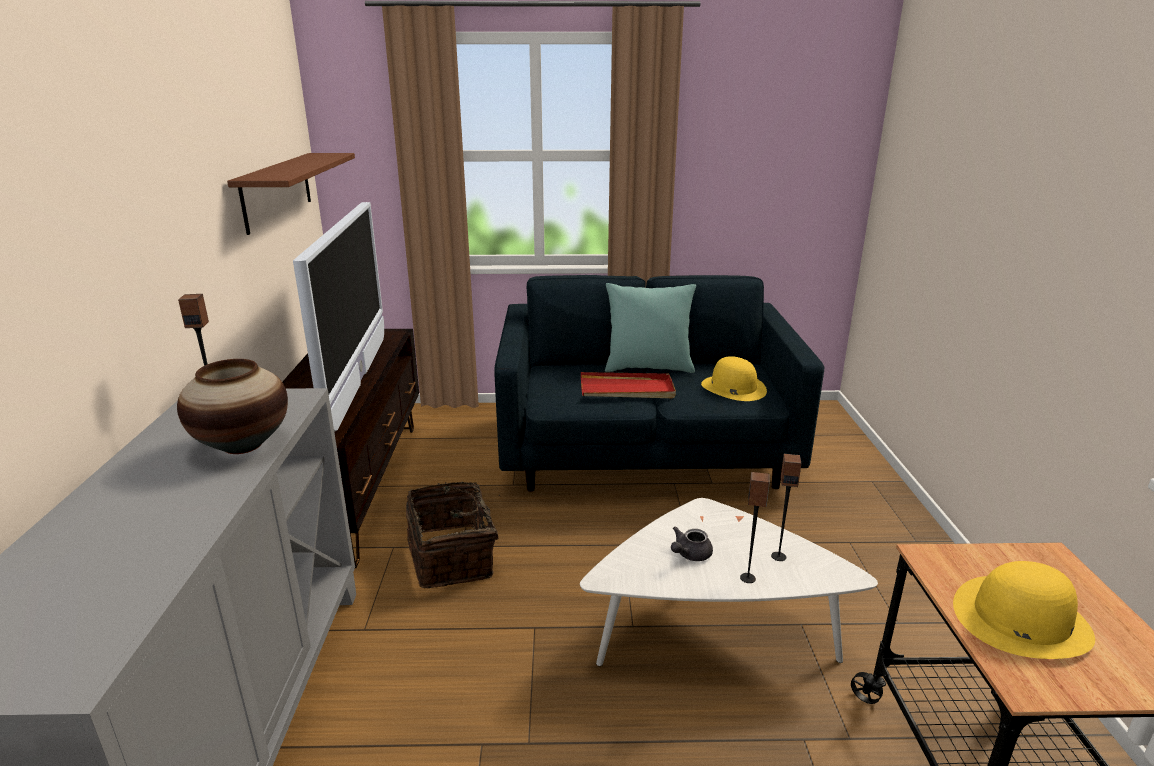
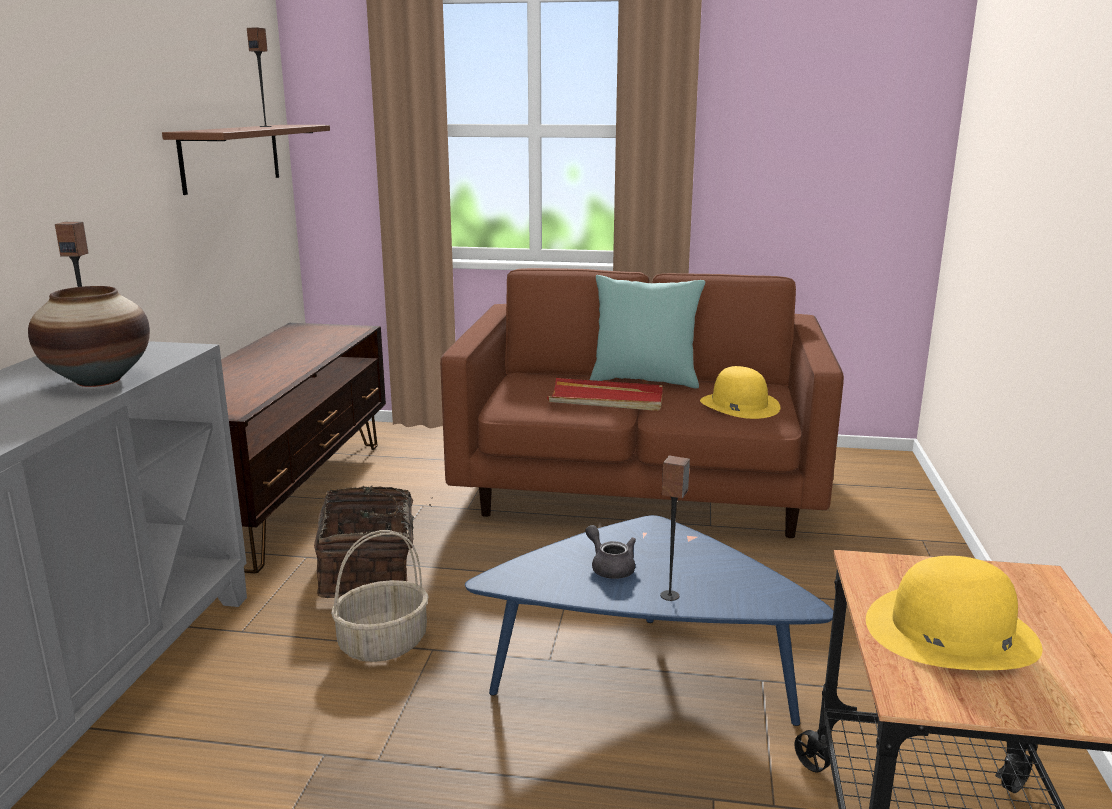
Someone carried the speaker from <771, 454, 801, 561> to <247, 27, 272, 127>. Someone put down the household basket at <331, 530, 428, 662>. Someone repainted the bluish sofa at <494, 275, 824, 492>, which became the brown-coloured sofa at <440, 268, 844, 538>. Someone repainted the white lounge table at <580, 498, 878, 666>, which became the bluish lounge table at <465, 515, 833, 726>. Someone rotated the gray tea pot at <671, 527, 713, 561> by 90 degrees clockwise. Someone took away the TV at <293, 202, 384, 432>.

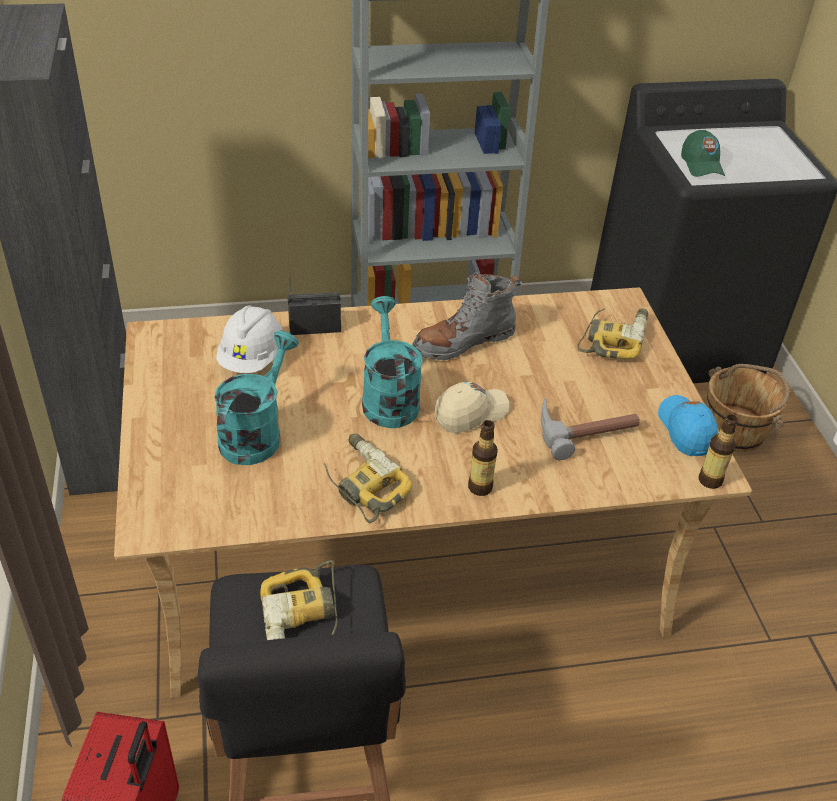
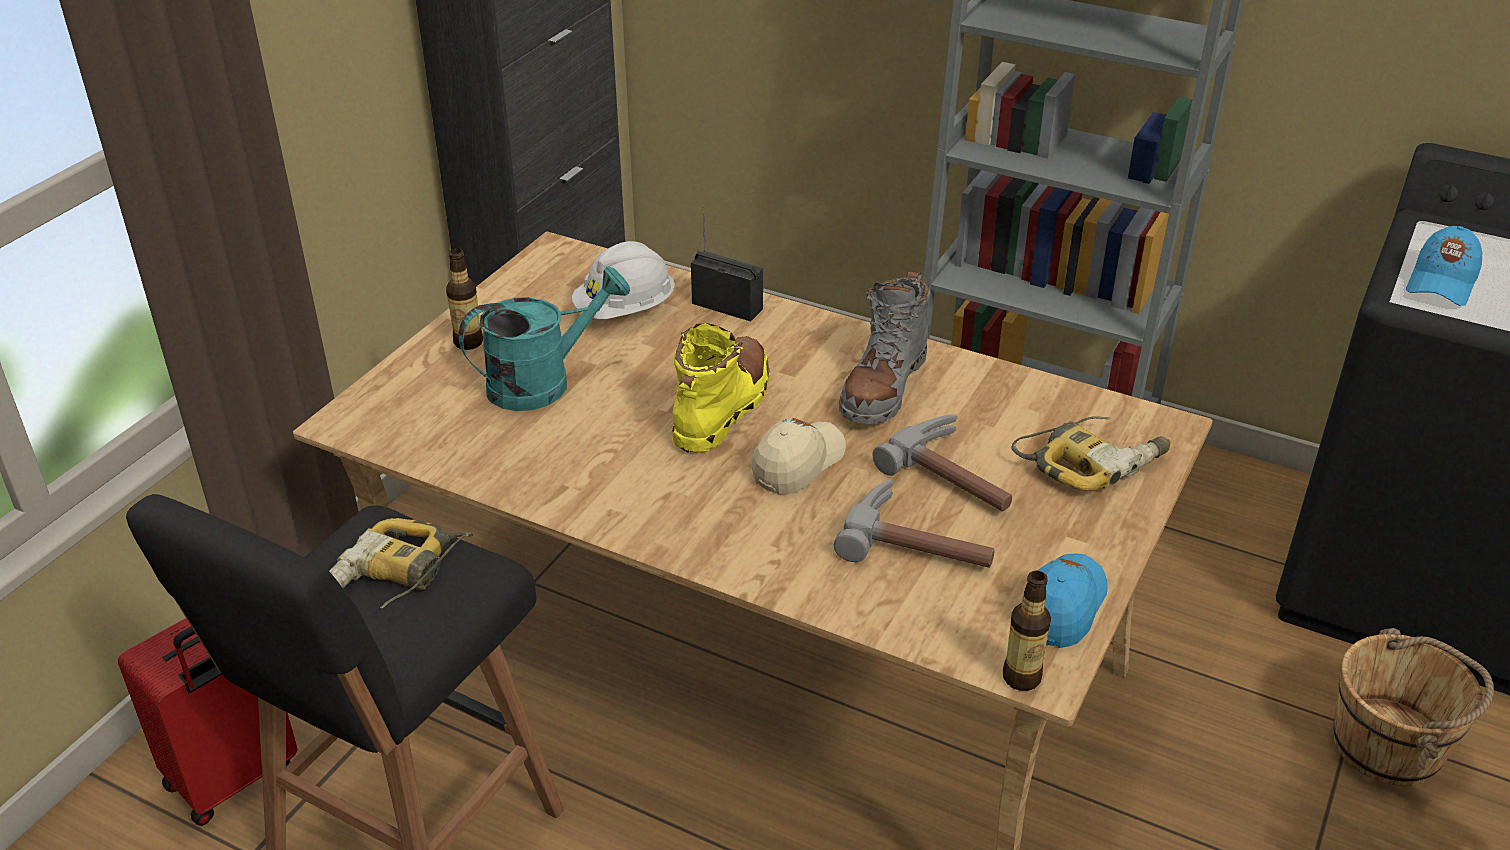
Someone carried the drink bottle from <468, 420, 498, 496> to <446, 248, 483, 350>. Someone swapped the blue-green sprinkling can at <362, 296, 423, 428> for the yellowish high-top boot at <672, 323, 770, 453>. Someone rotated the beige cap at <435, 382, 510, 433> by 60 degrees counterclockwise. Someone rotated the gray high-top boot at <412, 271, 523, 360> by 75 degrees counterclockwise. Someone put down the tool hammer at <872, 414, 1012, 512>. Someone repainted the greenish cap at <681, 130, 725, 177>, which became the bluish cap at <1406, 226, 1482, 306>. Someone took away the power drill at <324, 433, 413, 523>.

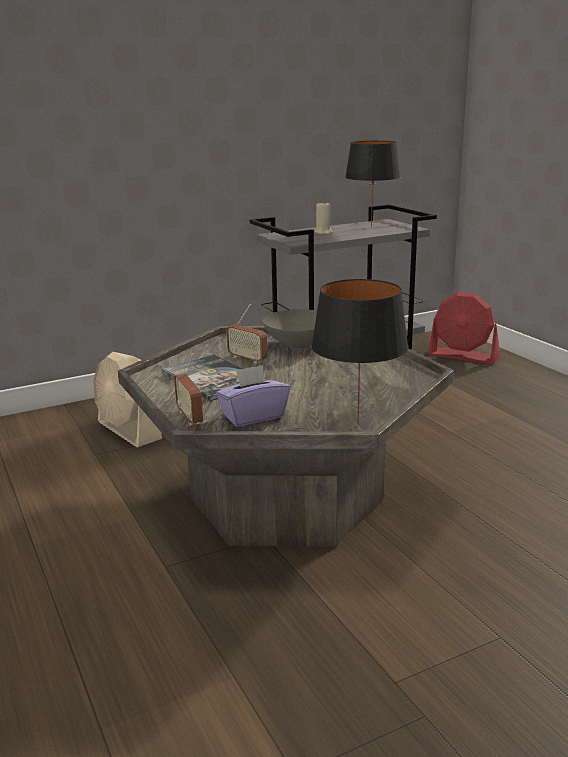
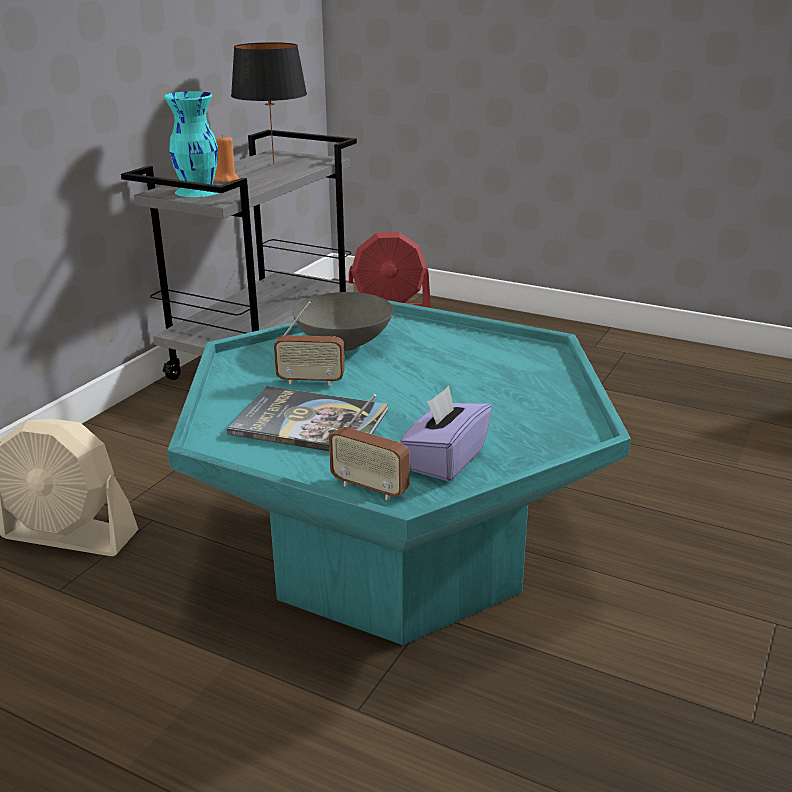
Someone put down the blue-green vase at <164, 91, 218, 197>. Someone repainted the gray lounge table at <118, 326, 454, 547>, which became the blue-green lounge table at <167, 301, 631, 645>. Someone repainted the beige wax light at <315, 201, 332, 234>, which became the orange-coloured wax light at <214, 134, 239, 183>. Someone took away the black-coloured lamp for a table at <311, 279, 408, 426>.

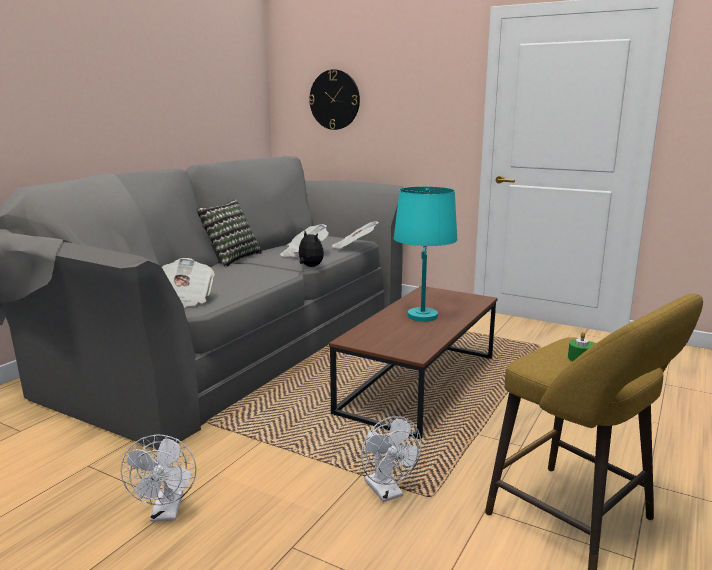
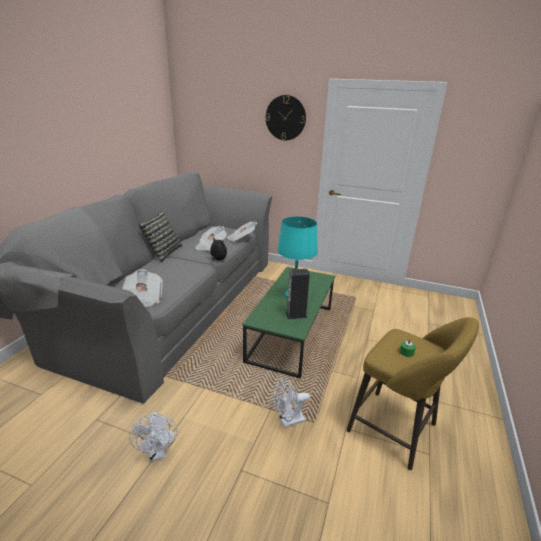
Someone repainted the brown-coloured lounge table at <329, 286, 498, 439>, which became the greenish lounge table at <243, 267, 335, 378>. Someone carried the hanging clock from <309, 69, 360, 130> to <265, 95, 306, 140>. Someone rotated the white electric fan at <361, 416, 422, 502> by 105 degrees clockwise. Someone put down the speaker at <286, 269, 310, 320>.

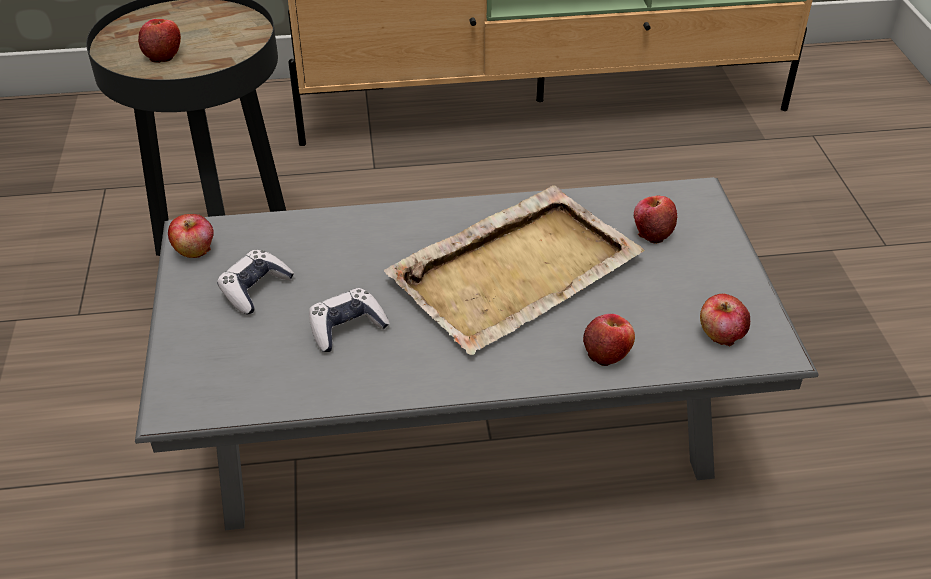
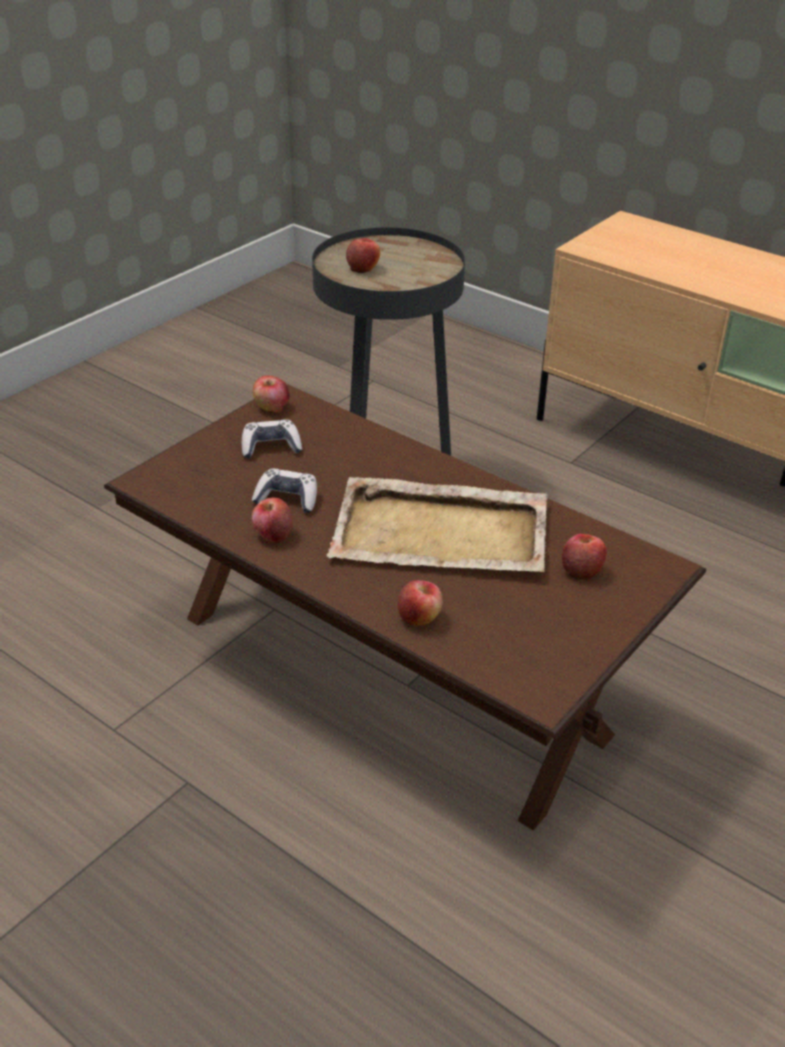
Someone repainted the gray lounge table at <135, 177, 819, 530>, which became the brown-coloured lounge table at <104, 384, 706, 831>. Someone carried the whole apple from <700, 293, 750, 346> to <252, 498, 293, 543>.

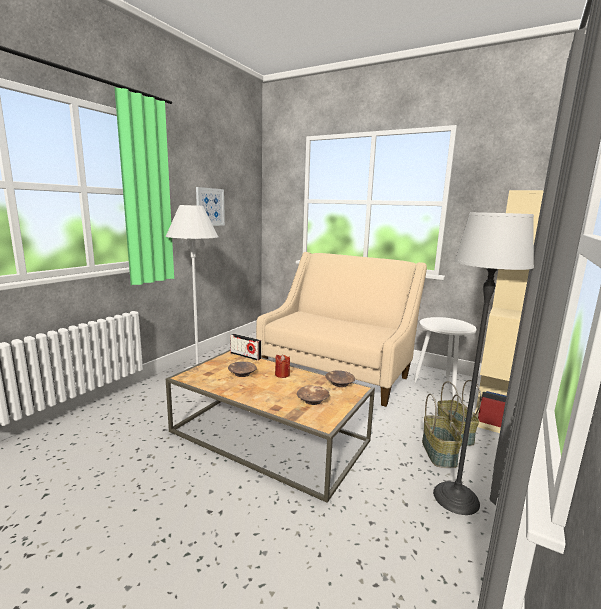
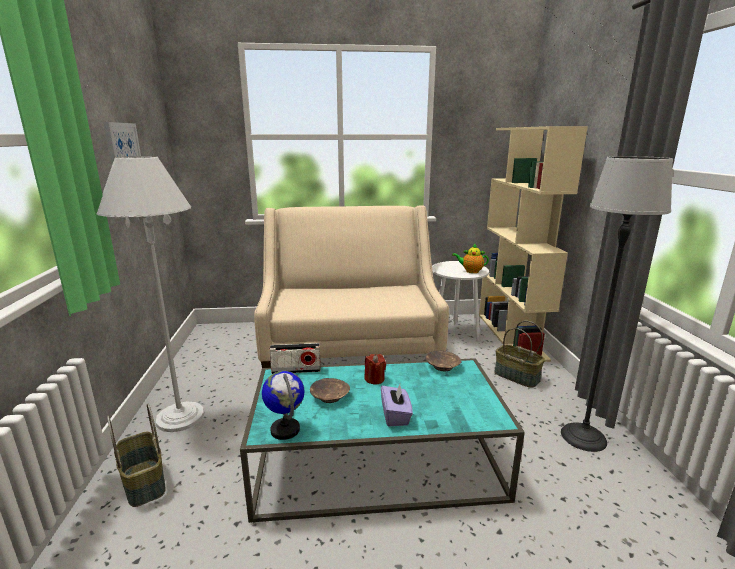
Someone carried the household basket from <422, 394, 465, 468> to <107, 404, 166, 507>. Someone repainted the brown-coloured lounge table at <166, 350, 375, 503>, which became the blue-green lounge table at <240, 358, 525, 523>. Someone put down the desk globe at <262, 371, 304, 440>. Someone put down the purple tissue box at <381, 384, 413, 426>. Someone put down the tea pot at <452, 243, 489, 273>. Someone took away the brown-coloured serving bowl at <297, 386, 330, 405>.

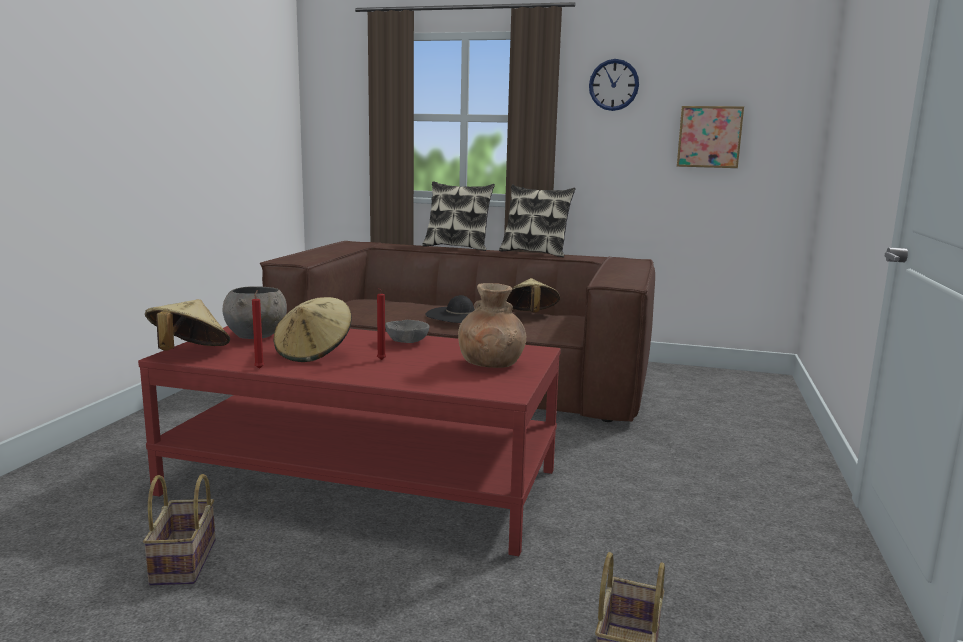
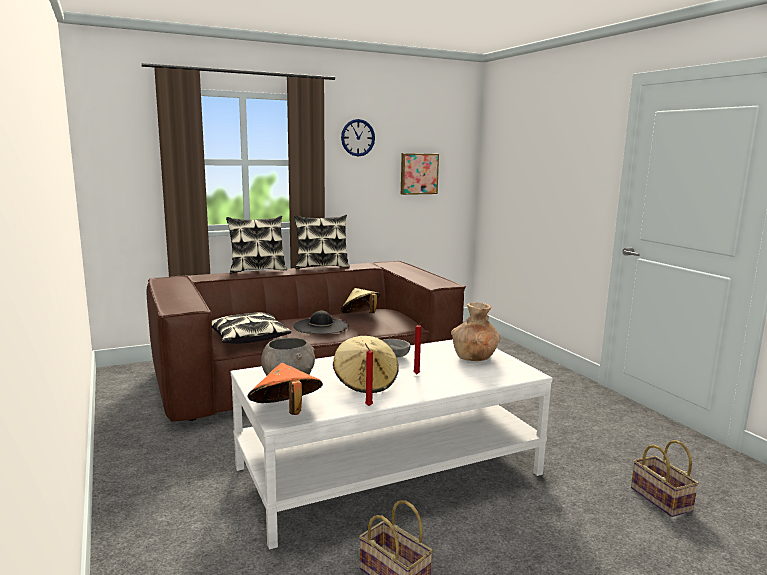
Someone put down the cushion at <212, 312, 291, 344>. Someone repainted the reddish lounge table at <138, 326, 561, 556>, which became the white lounge table at <231, 339, 552, 550>. Someone repainted the beige wearable hat at <145, 299, 230, 351>, which became the orange-coloured wearable hat at <248, 363, 323, 415>.

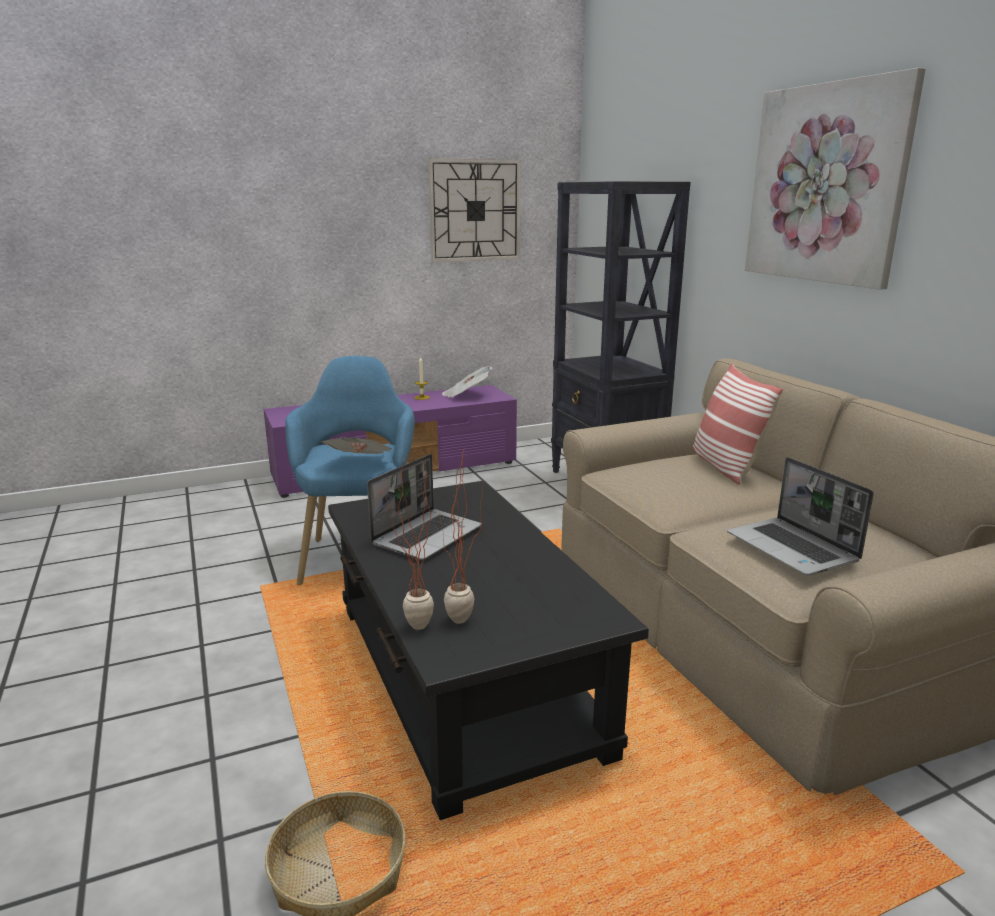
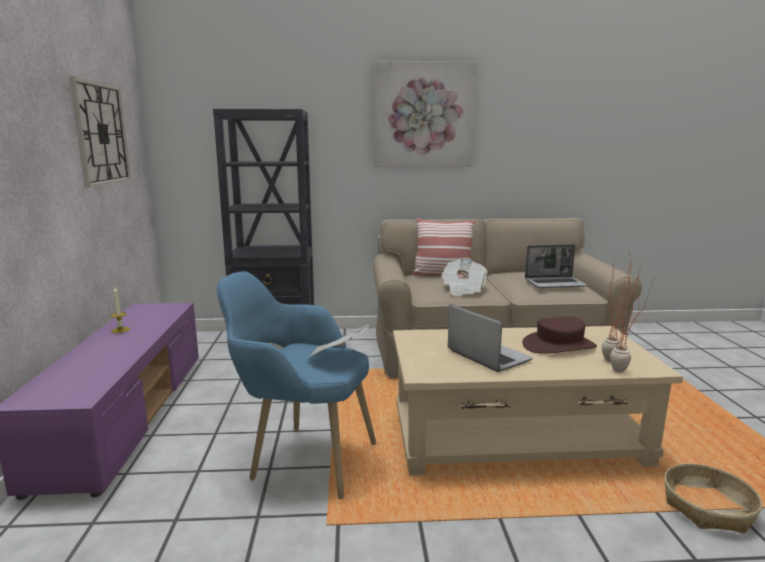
Someone repainted the black-coloured lounge table at <328, 481, 649, 820>, which became the beige lounge table at <393, 326, 683, 475>. Someone carried the printed paper from <442, 366, 493, 398> to <441, 258, 488, 296>. Someone put down the brown-coloured wearable hat at <522, 316, 597, 354>.

